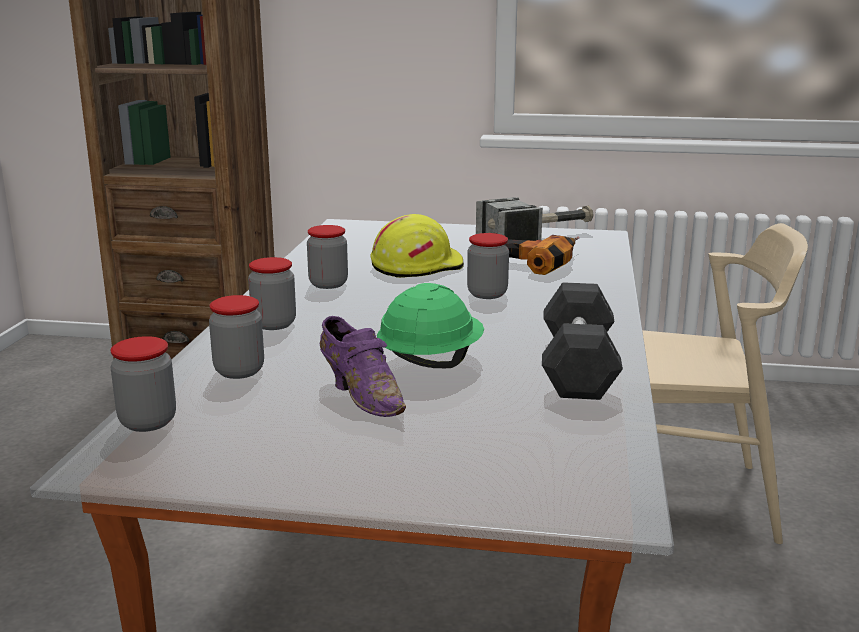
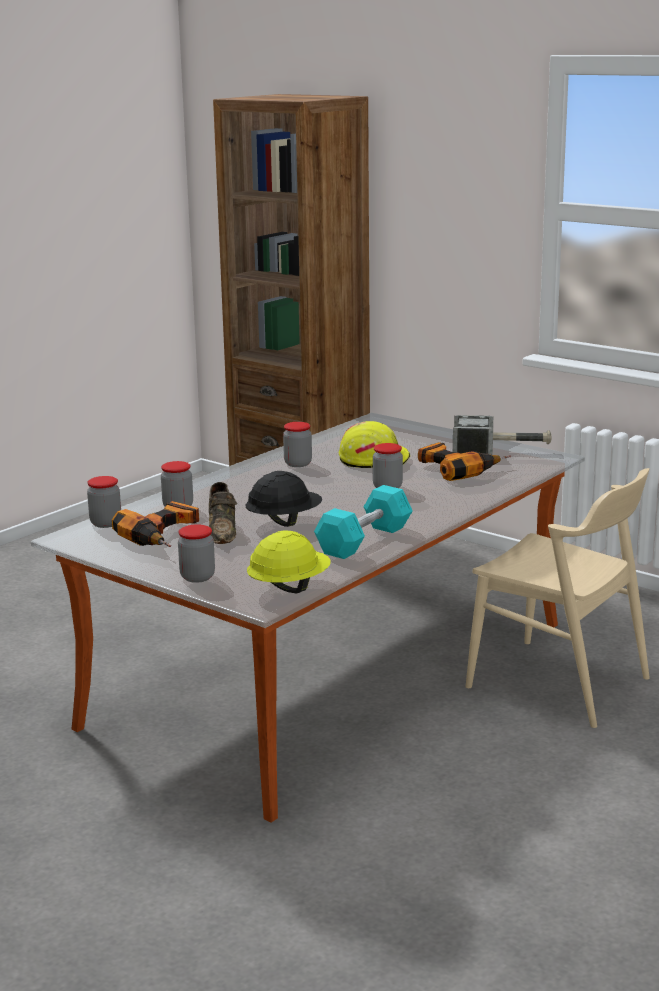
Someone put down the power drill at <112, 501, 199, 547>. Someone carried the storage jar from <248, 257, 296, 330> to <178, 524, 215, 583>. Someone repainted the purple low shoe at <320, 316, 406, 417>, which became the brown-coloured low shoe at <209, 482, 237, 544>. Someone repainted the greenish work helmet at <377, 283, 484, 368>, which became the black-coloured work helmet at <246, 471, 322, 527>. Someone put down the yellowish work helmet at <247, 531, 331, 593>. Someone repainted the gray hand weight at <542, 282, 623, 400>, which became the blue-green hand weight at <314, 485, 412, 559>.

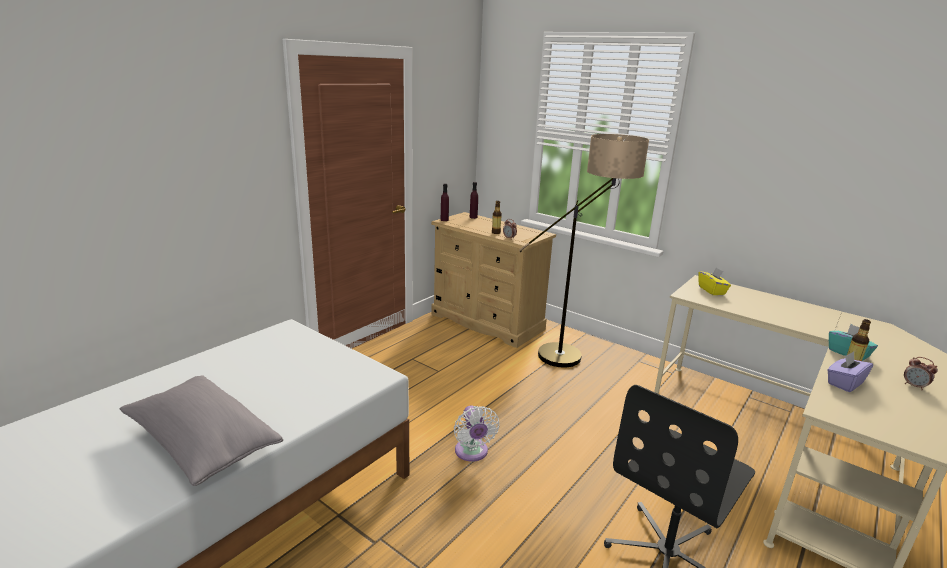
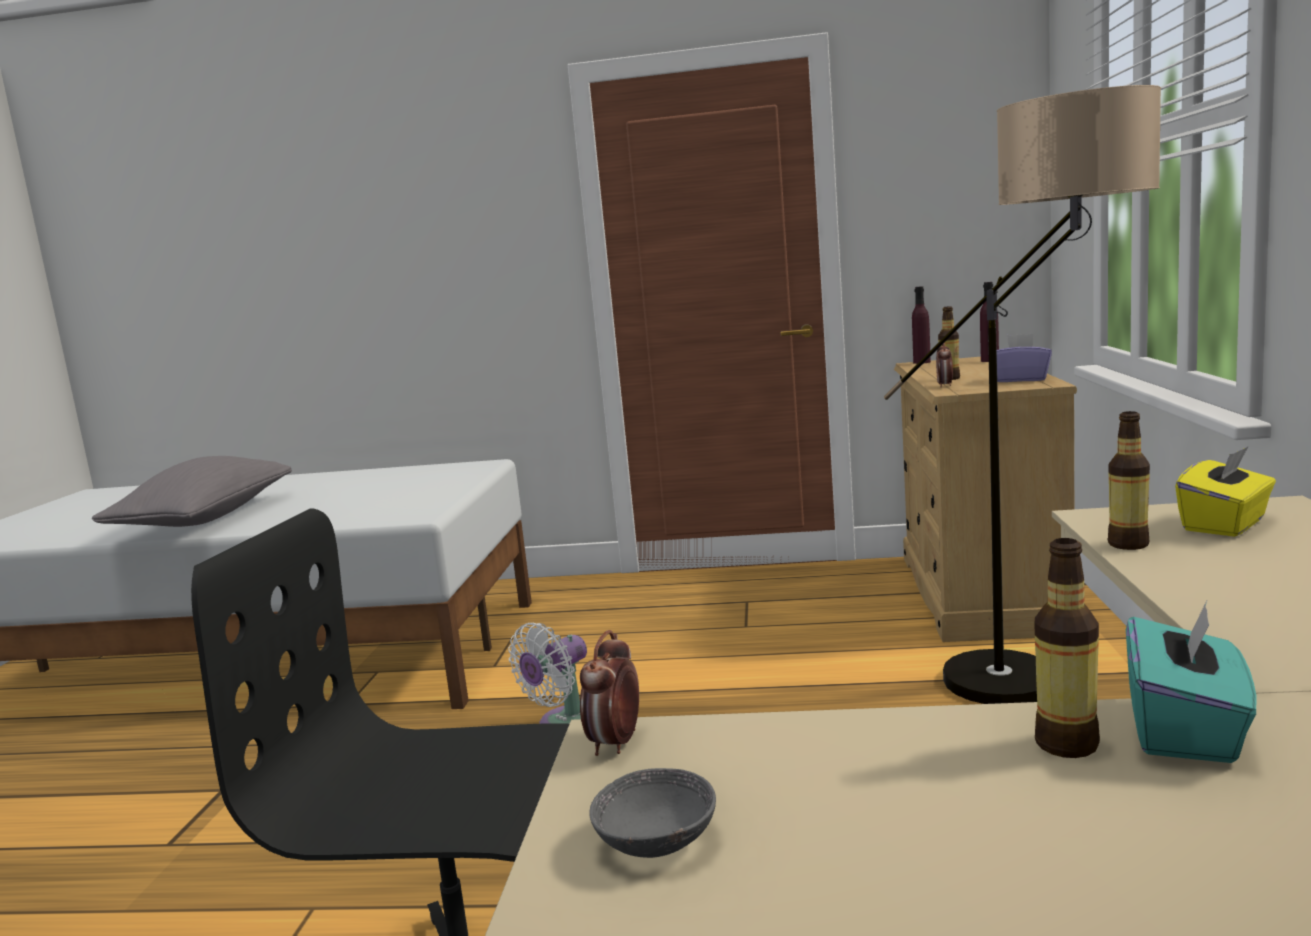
Someone carried the bedside clock from <904, 357, 938, 391> to <580, 630, 639, 756>. Someone put down the gray serving bowl at <589, 768, 716, 858>. Someone carried the purple tissue box from <827, 351, 873, 392> to <997, 333, 1052, 382>. Someone put down the drink bottle at <1108, 411, 1150, 550>.

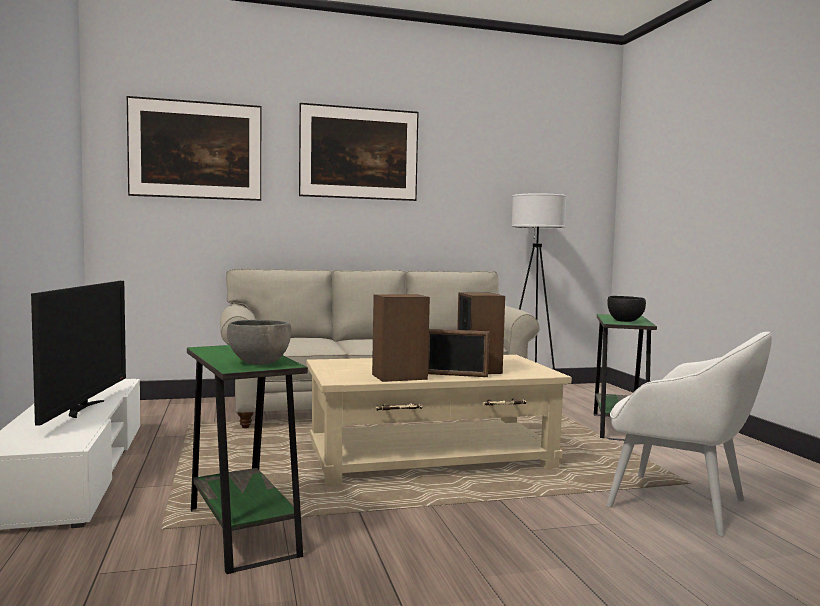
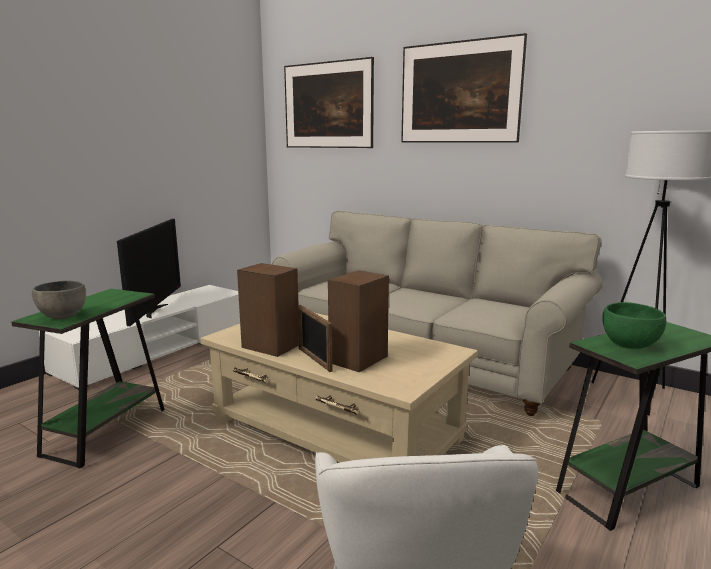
Someone rotated the TV at <31, 281, 126, 426> by 45 degrees counterclockwise. Someone repainted the black-coloured serving bowl at <607, 296, 646, 322>, which became the greenish serving bowl at <602, 302, 666, 349>.

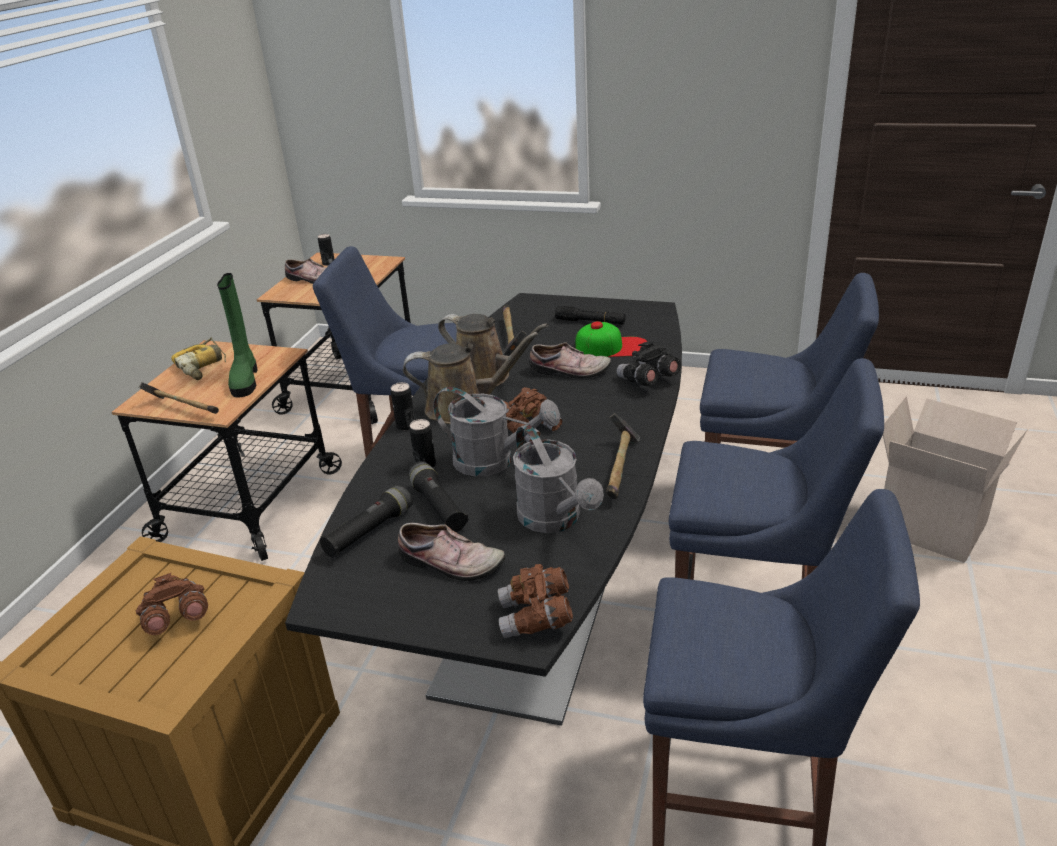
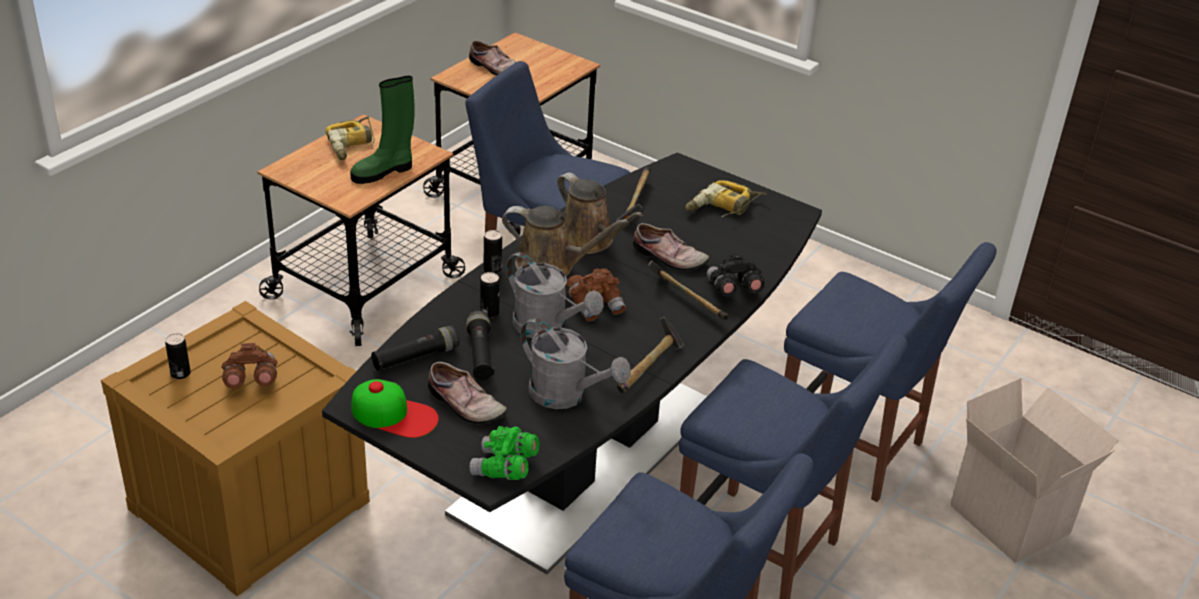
Someone carried the can from <318, 234, 334, 266> to <165, 333, 191, 379>. Someone rotated the greenish high-top boot at <217, 273, 257, 397> by 45 degrees clockwise. Someone carried the cap from <575, 321, 647, 357> to <351, 379, 439, 438>. Someone repainted the brown-coloured pair of binoculars at <498, 564, 573, 638>, which became the greenish pair of binoculars at <469, 426, 540, 480>. Someone rotated the gray sprinkling can at <513, 424, 604, 533> by 45 degrees counterclockwise. Someone carried the tool hammer from <139, 382, 219, 414> to <648, 260, 728, 321>. Someone swapped the black-coloured hand torch at <555, 306, 626, 324> for the power drill at <685, 180, 767, 217>.

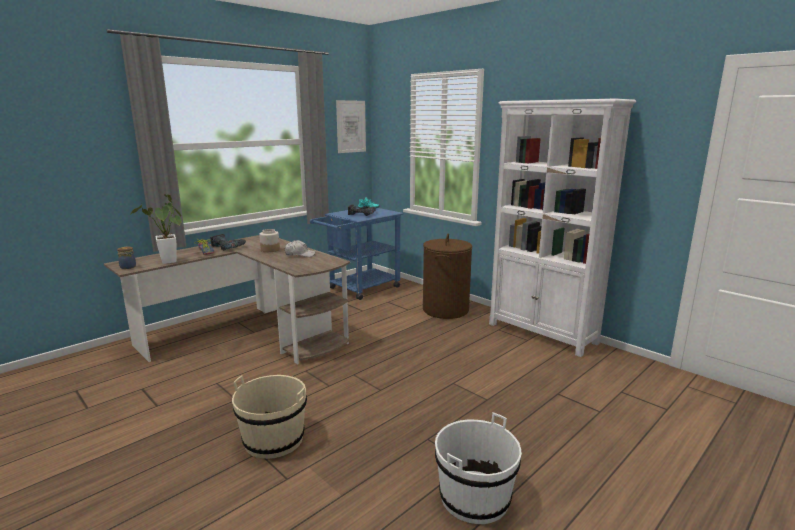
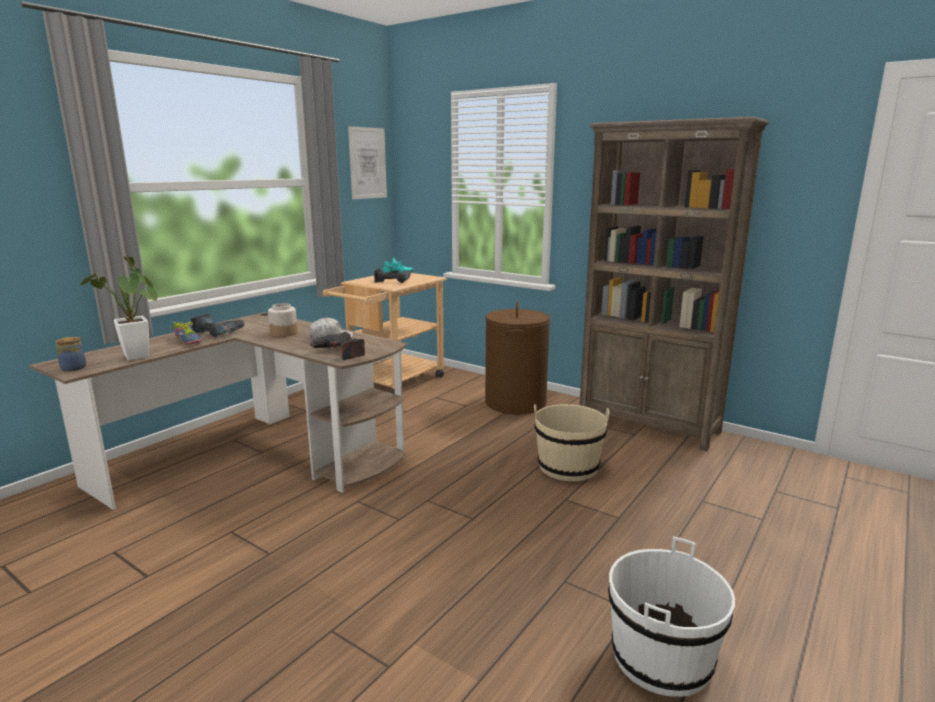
Someone put down the power drill at <310, 332, 365, 360>. Someone repainted the bluish wheeled cart at <310, 208, 403, 300>, which became the beige wheeled cart at <323, 273, 447, 394>. Someone carried the beige water bucket from <232, 375, 307, 459> to <534, 404, 610, 481>. Someone repainted the white shelving unit at <489, 99, 636, 357>, which became the brown-coloured shelving unit at <580, 116, 769, 451>.

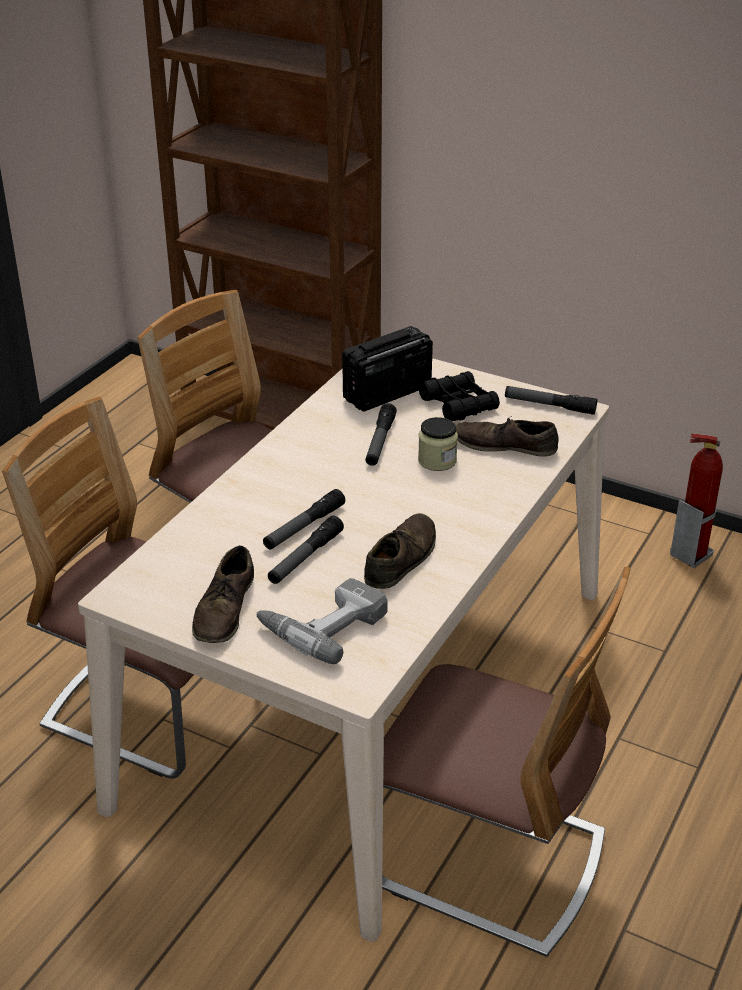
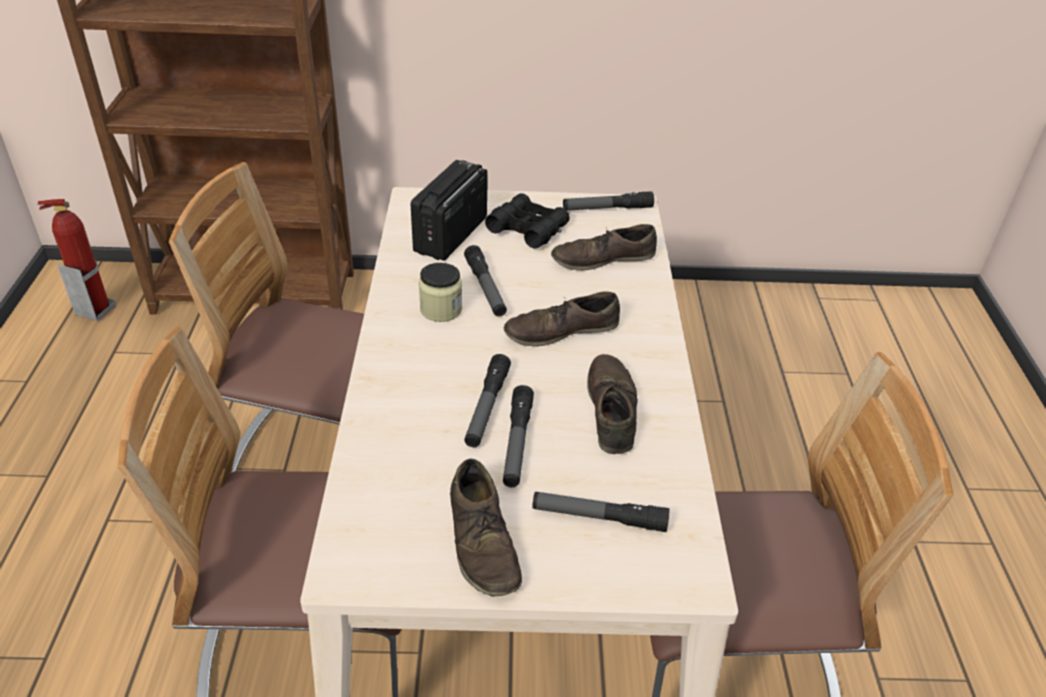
Someone carried the extinguisher from <670, 433, 723, 568> to <37, 199, 116, 321>. Someone carried the storage jar from <418, 417, 458, 471> to <419, 263, 462, 322>. Someone put down the brown-coloured low shoe at <504, 291, 620, 347>. Someone swapped the power drill at <256, 578, 388, 664> for the hand torch at <532, 492, 669, 532>.

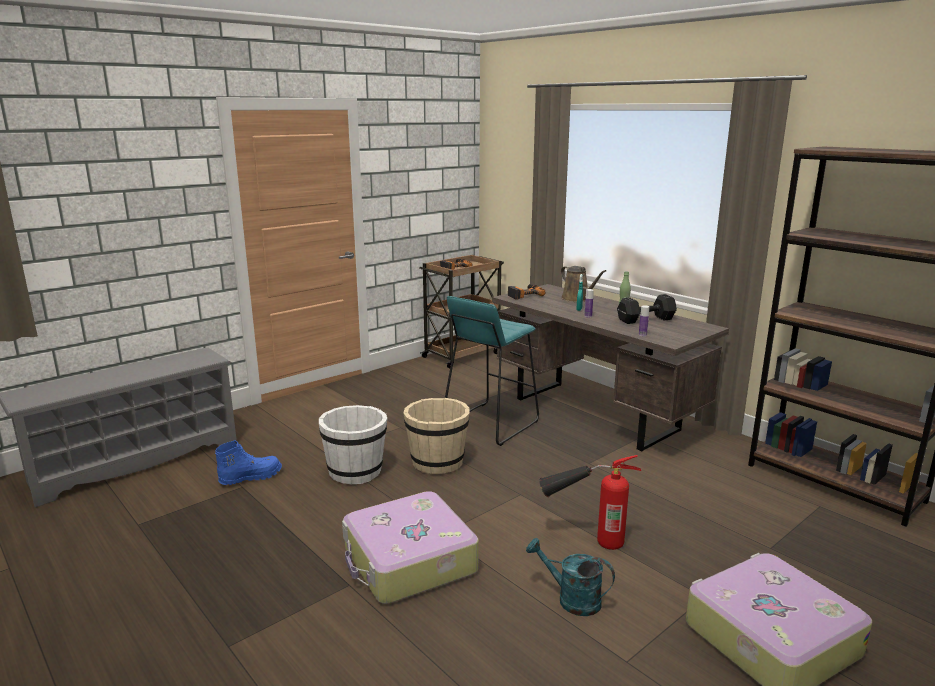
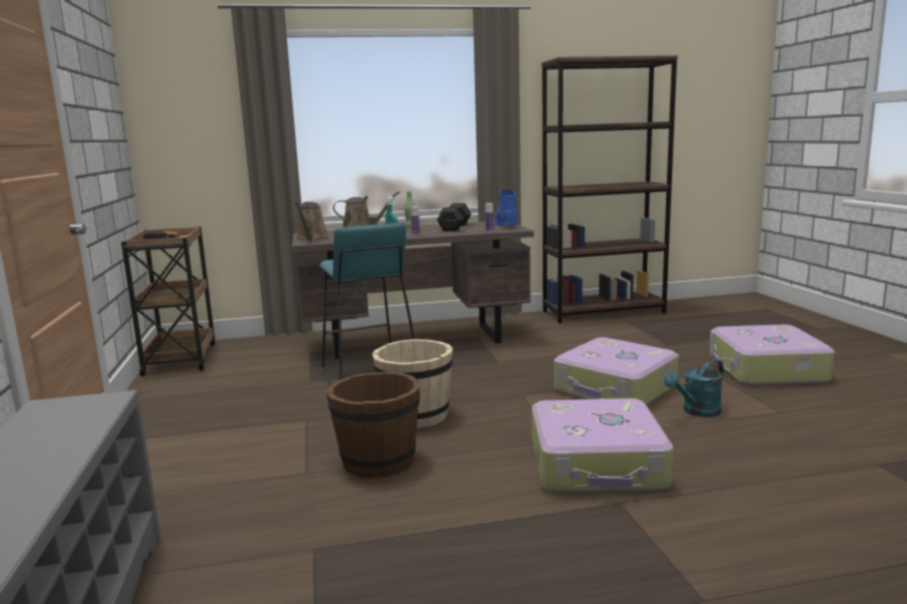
Someone swapped the power drill at <508, 284, 545, 300> for the brown-coloured sprinkling can at <295, 202, 329, 242>. Someone repainted the white water bucket at <319, 405, 387, 484>, which became the brown-coloured water bucket at <326, 372, 420, 478>. Someone carried the bluish high-top boot from <215, 440, 282, 485> to <495, 190, 517, 226>. Someone swapped the extinguisher at <539, 455, 641, 550> for the piece of luggage at <554, 337, 679, 405>.

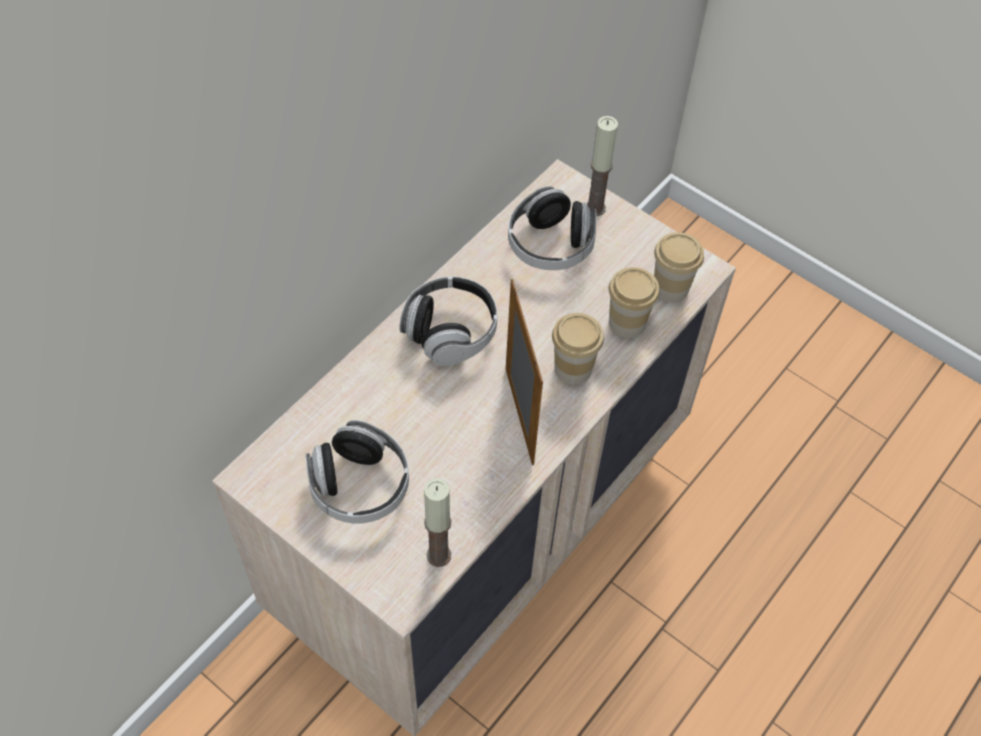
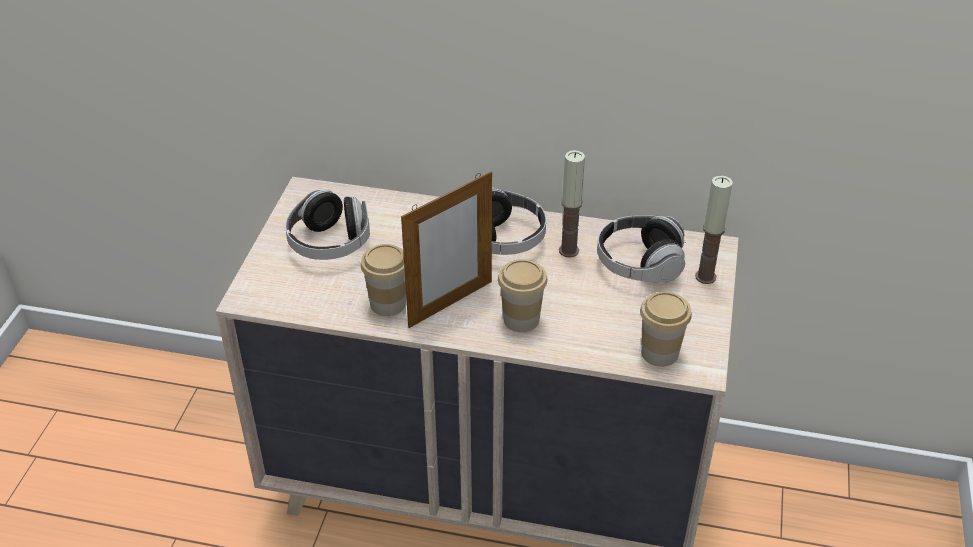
Someone carried the small cup from <608, 267, 659, 338> to <360, 244, 406, 316>. Someone carried the wax light from <424, 478, 451, 567> to <559, 150, 585, 258>.

